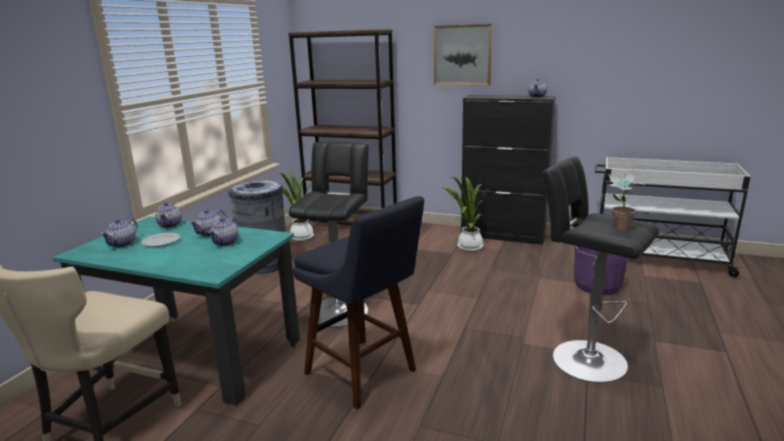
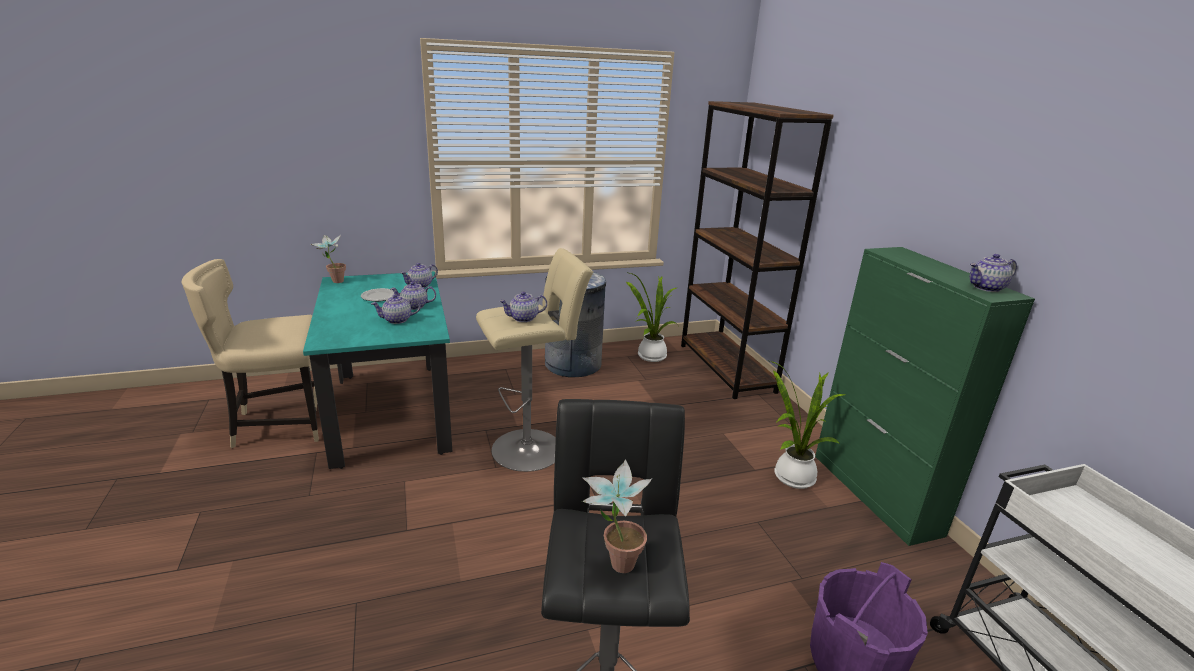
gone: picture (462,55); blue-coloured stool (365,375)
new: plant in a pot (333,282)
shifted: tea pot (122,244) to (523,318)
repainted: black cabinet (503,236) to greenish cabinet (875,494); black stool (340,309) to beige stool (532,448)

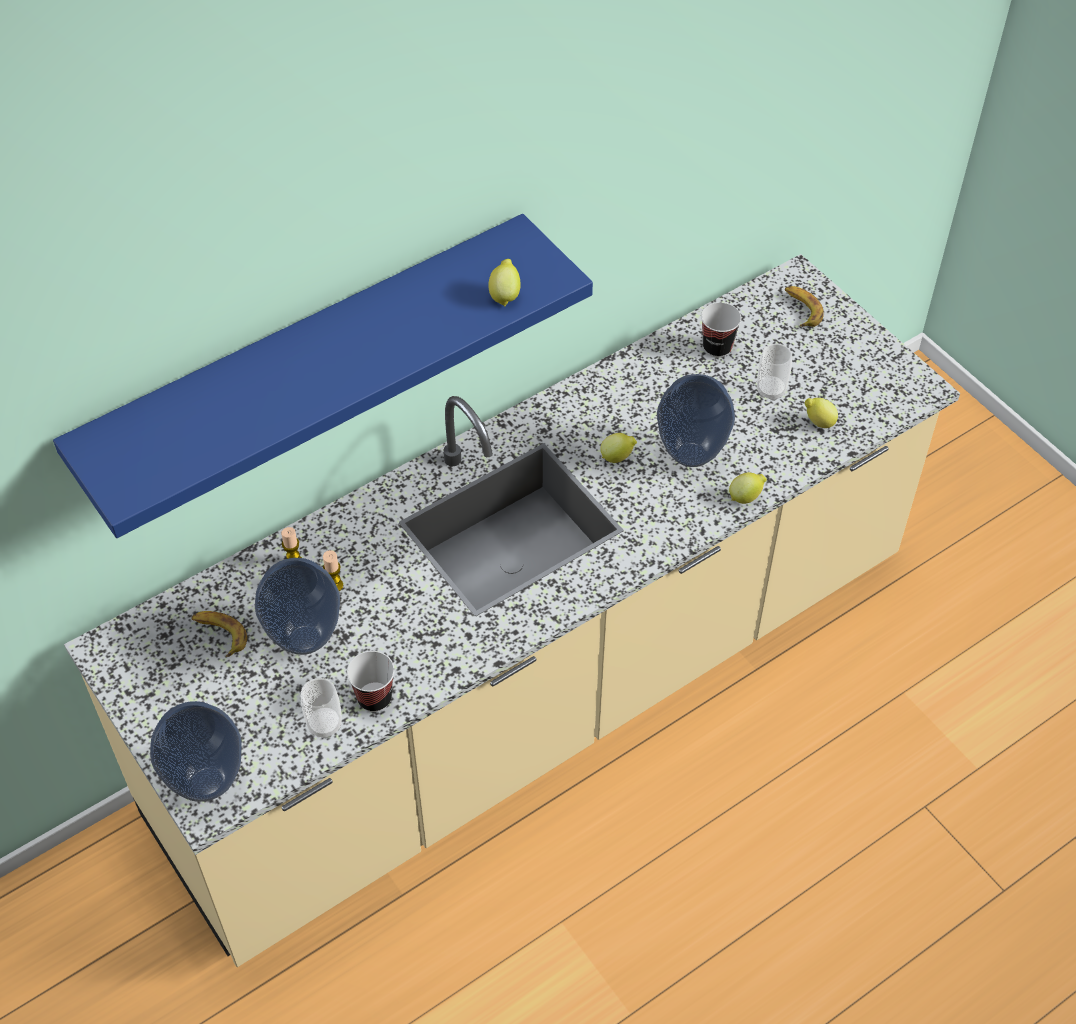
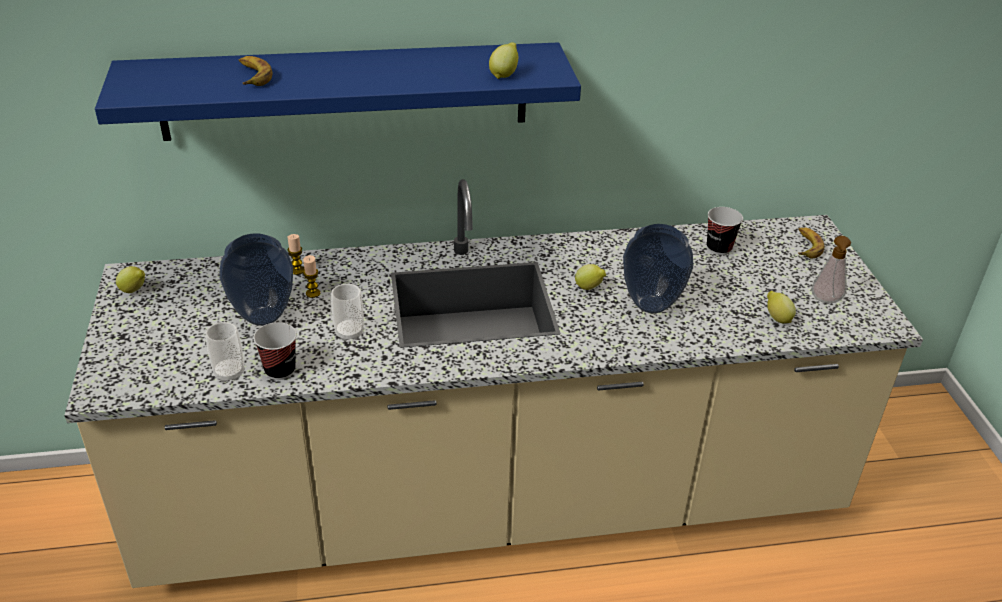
gone: flower vase (208,783)
new: soap bottle (825,301)
shifted: small cup (771,390) to (349,333); citrus fruit (746,497) to (134,290); banana fruit (219,634) to (252,76)

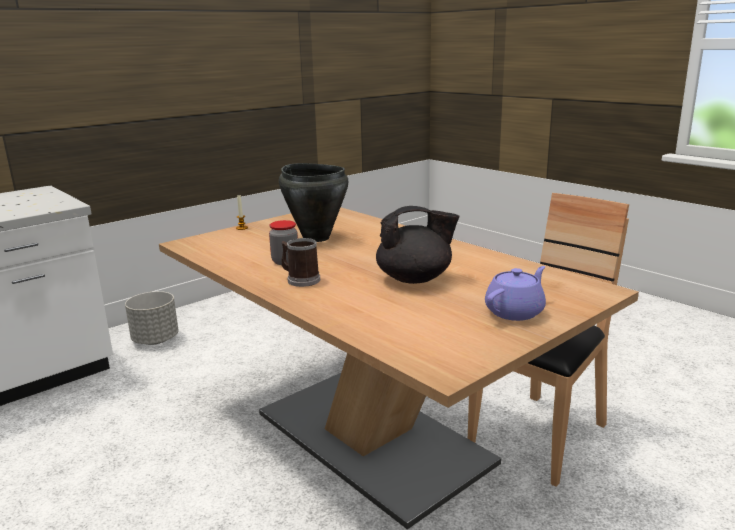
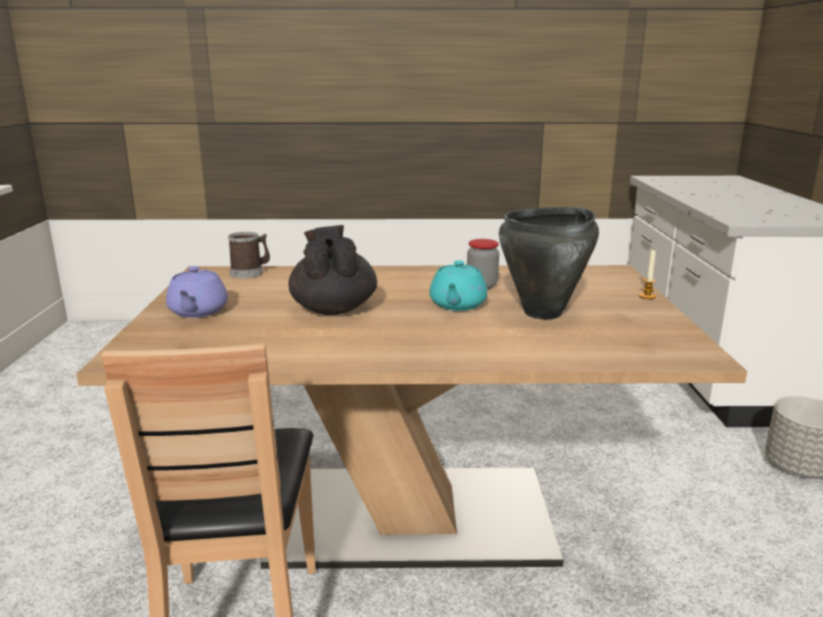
new: blue-green tea pot (457,305)
shifted: mug (300,280) to (250,273)
rotated: black tea pot (415,279) = (333,309) 135 degrees clockwise

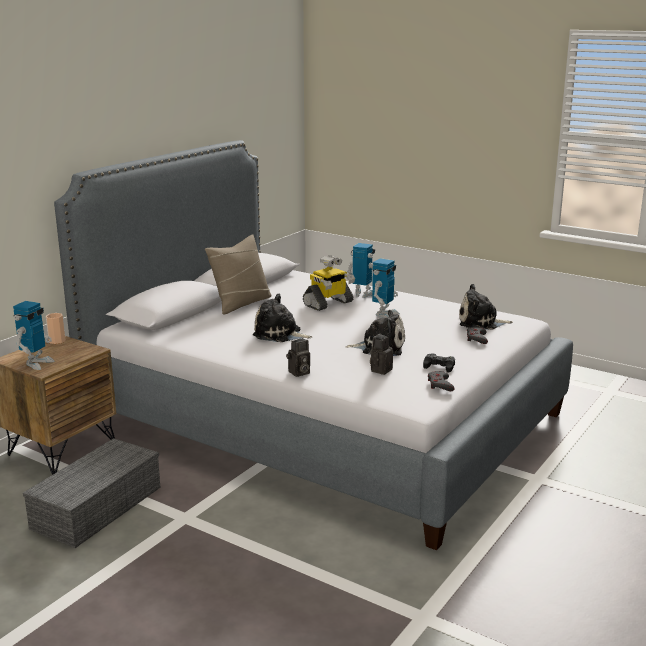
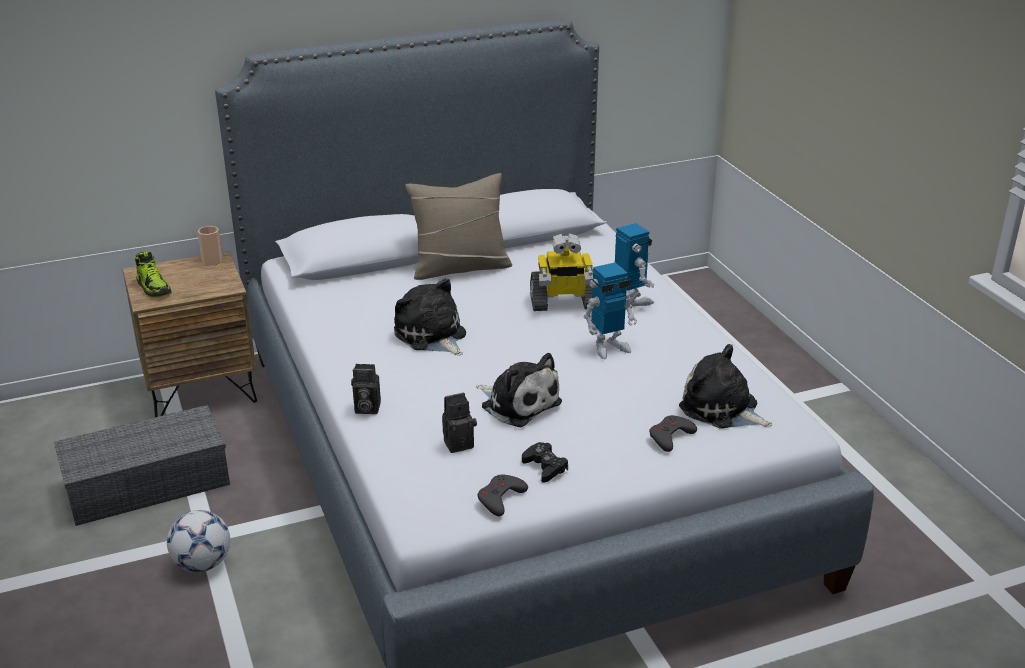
new: ball for football (202,564)
swapped: model robot (36,363) to shoe (154,288)

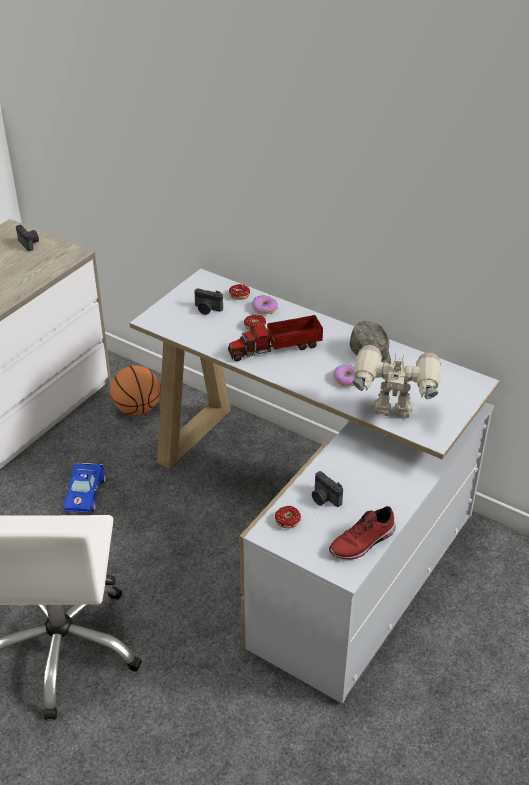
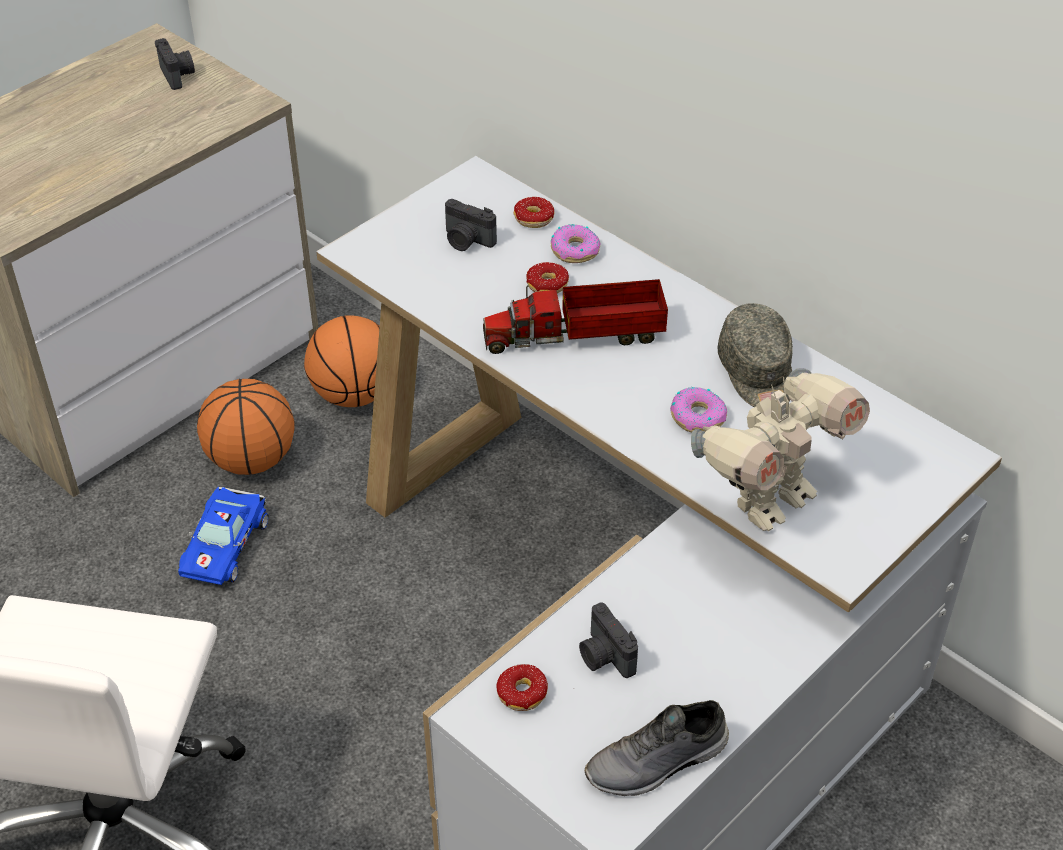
new: basketball ball (252,460)
repainted: reddish shoe (363,543) to greyish shoe (658,763)
rotated: model robot (392,412) = (770,500) 120 degrees clockwise

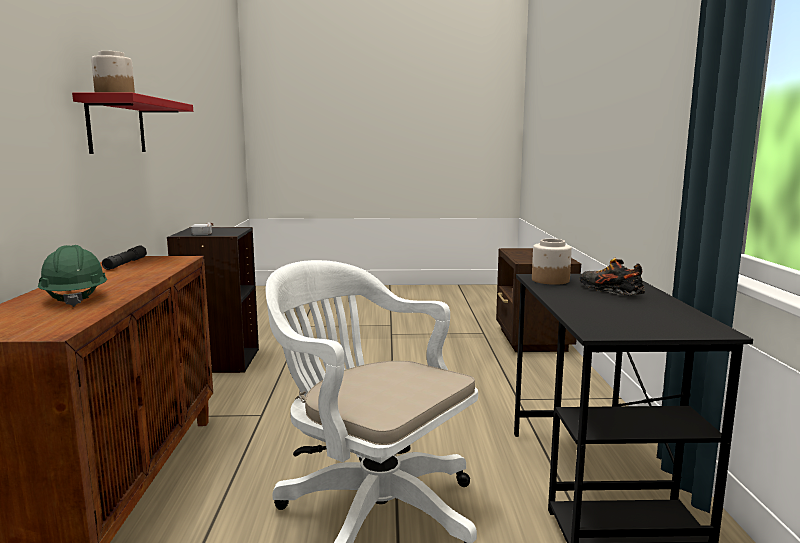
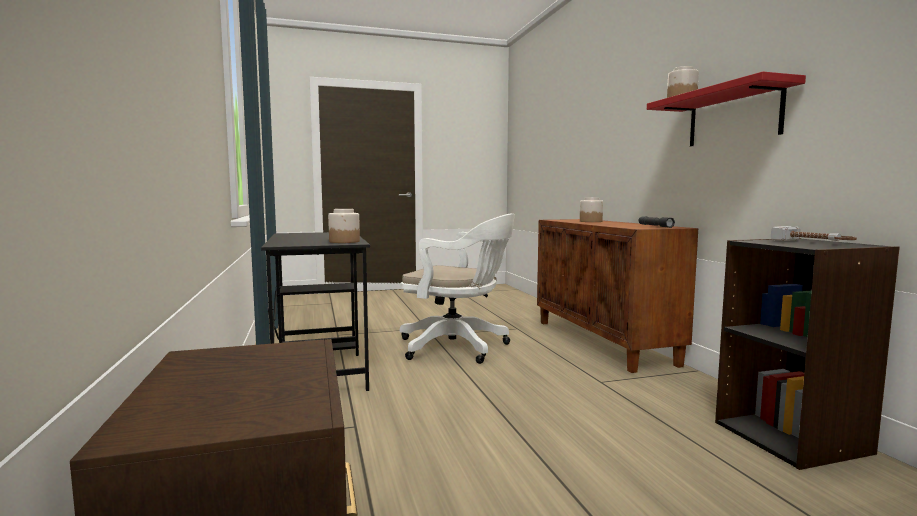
gone: shoe (610,291)
swapped: greenish safety helmet (75,298) to storage jar (590,221)

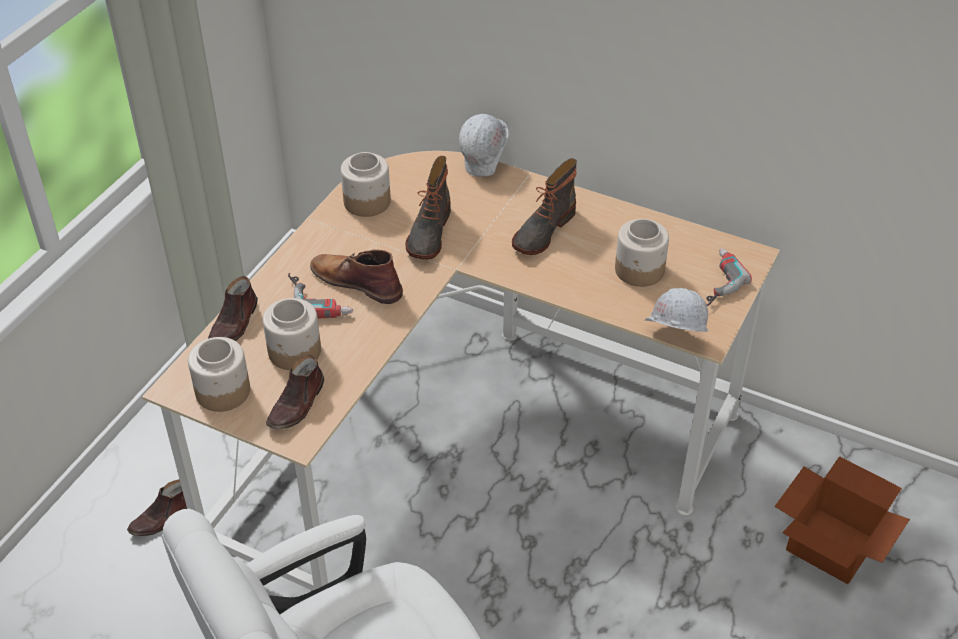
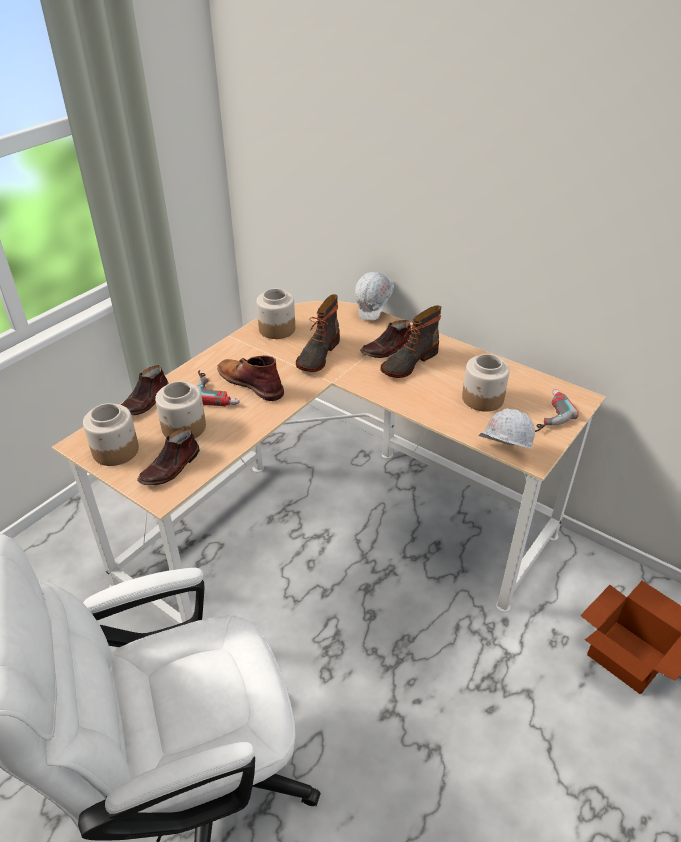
shifted: brown shoe (163,517) to (387,349)

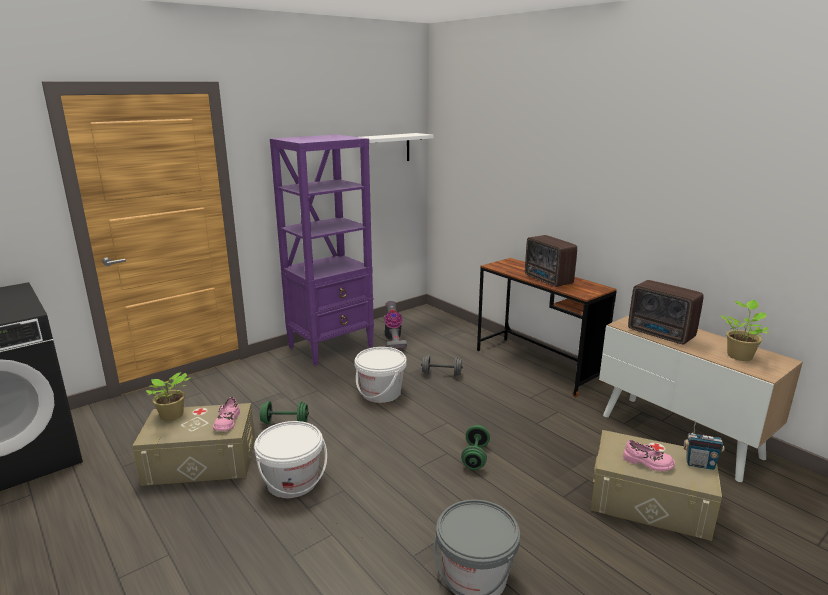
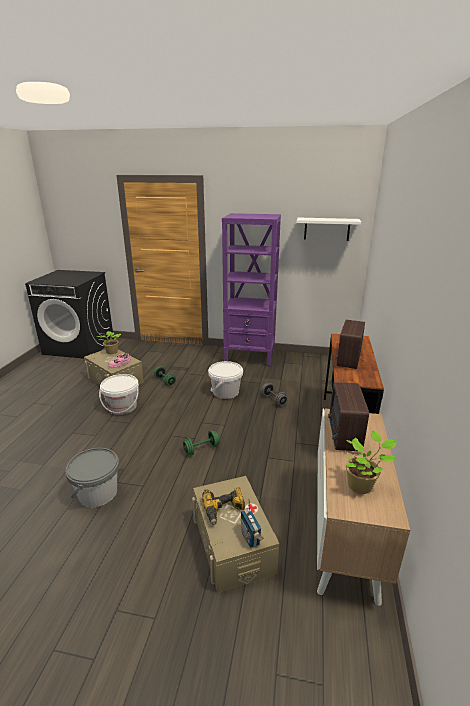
gone: vacuum cleaner (393,340)
swapped: pinkish shoe (648,463) to power drill (224,510)

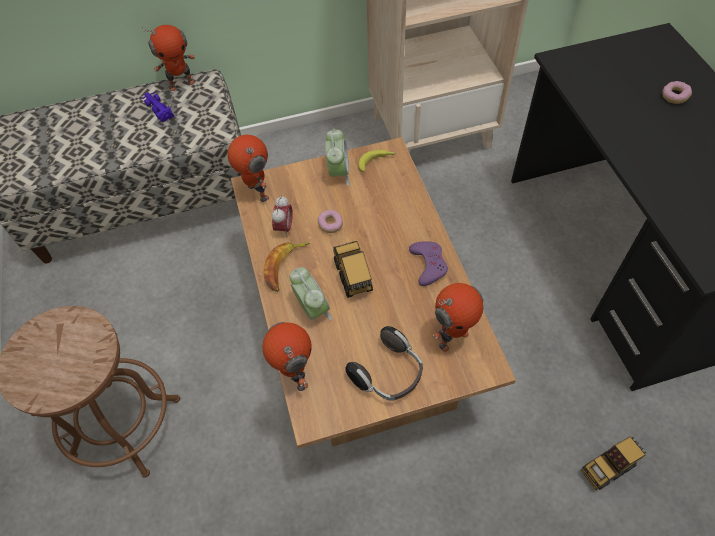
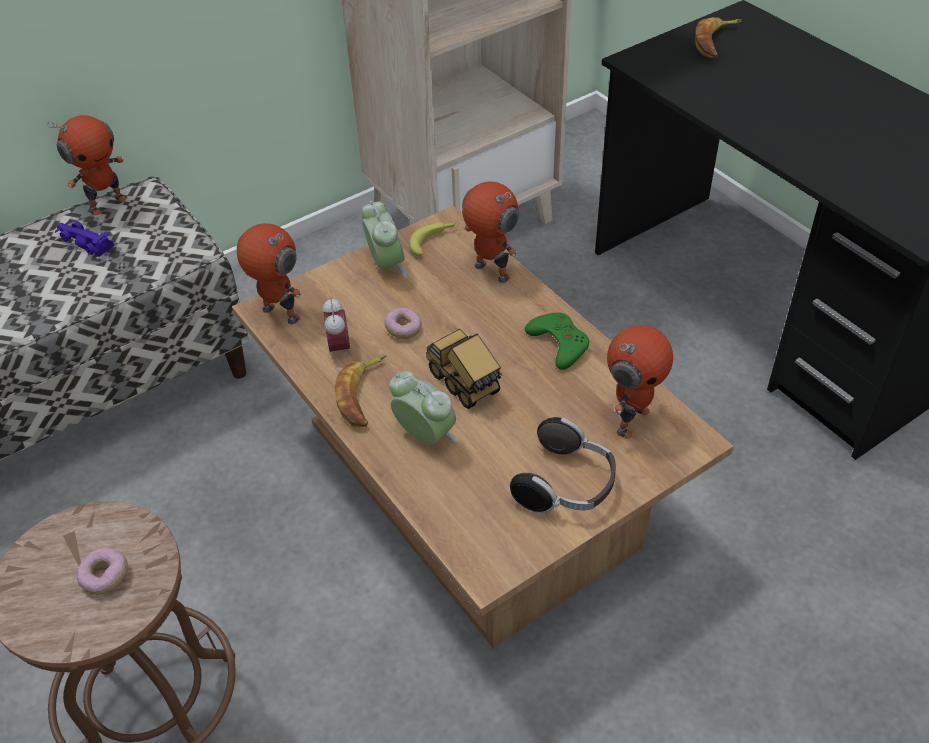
gone: model truck (608,467)
new: banana fruit (716,42)
shifted: doughnut (674,97) to (105,577); model robot (294,376) to (490,272)
repainted: purplish game controller (428,265) to greenish game controller (559,343)

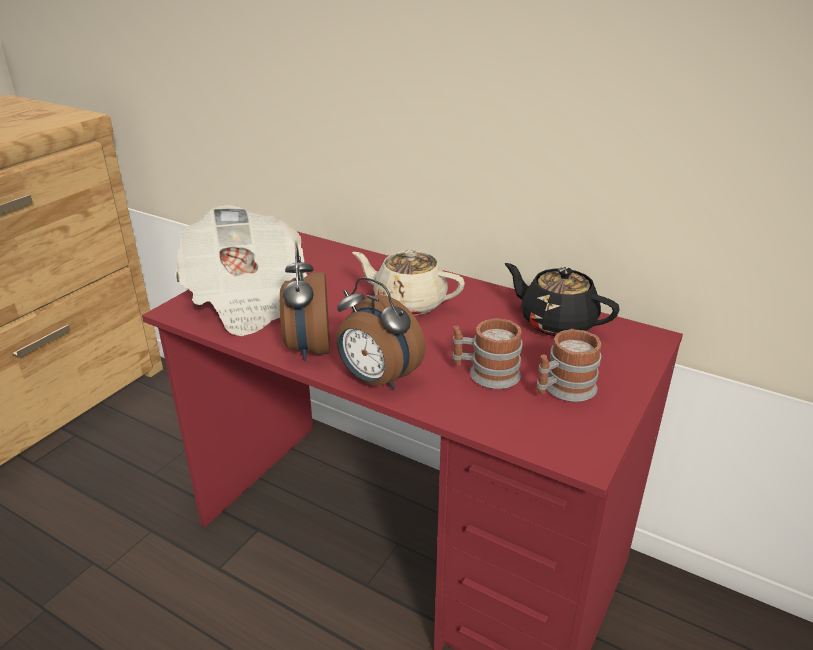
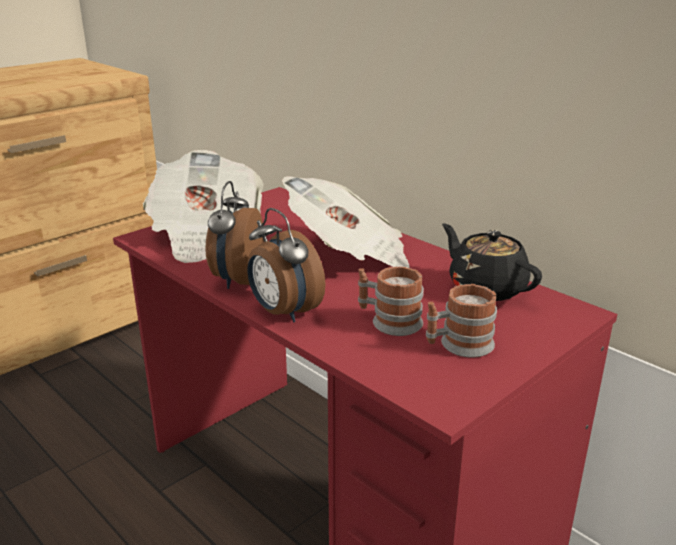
swapped: beige tea pot (408,302) to daily paper (349,254)

